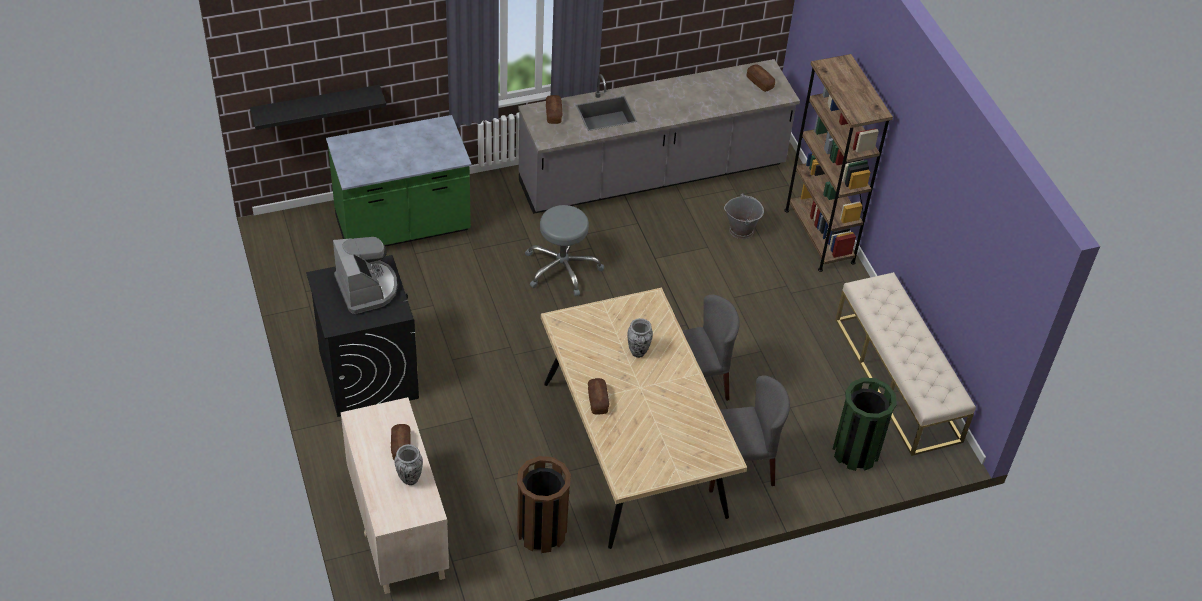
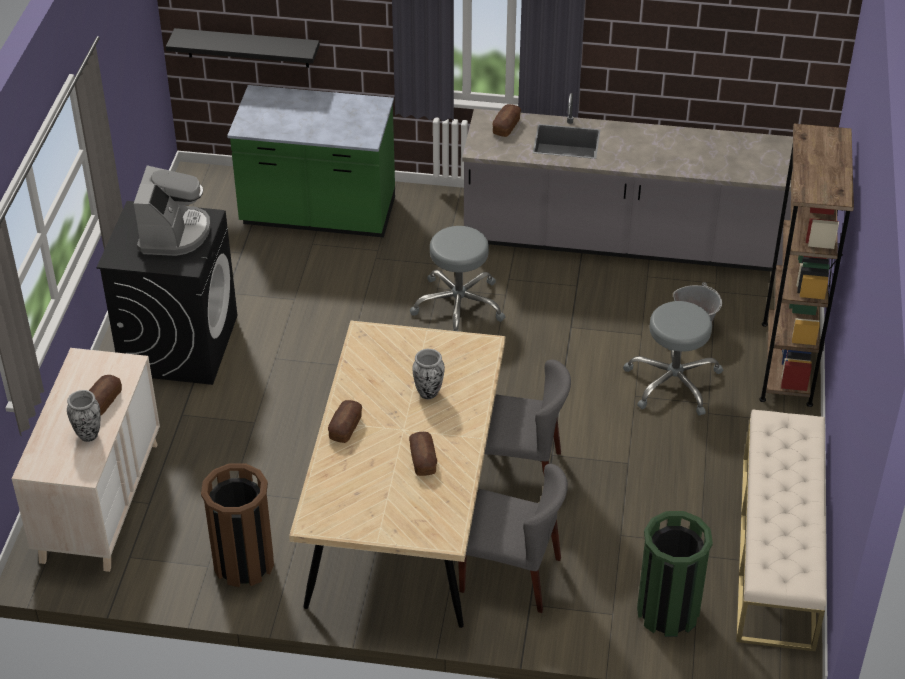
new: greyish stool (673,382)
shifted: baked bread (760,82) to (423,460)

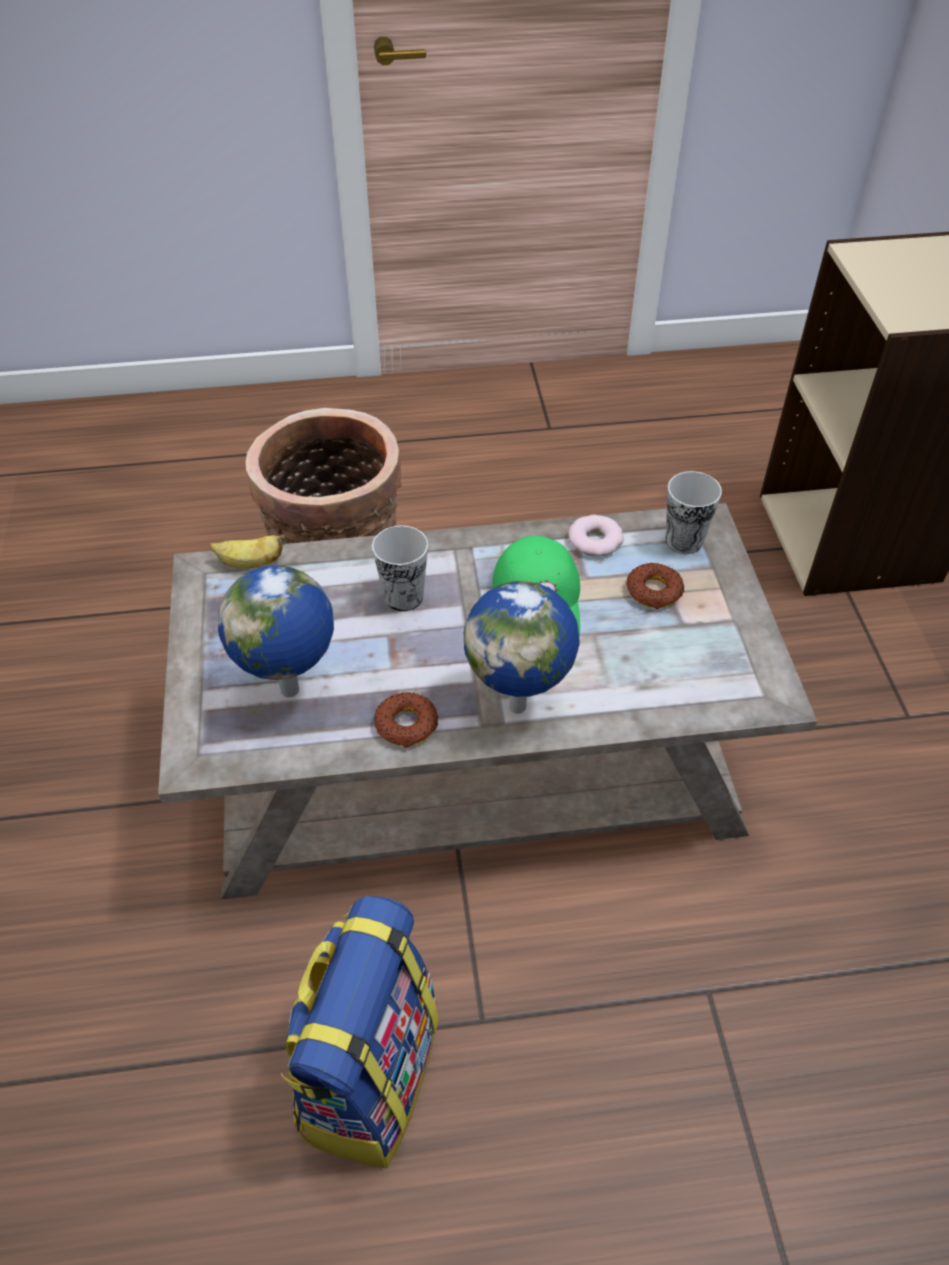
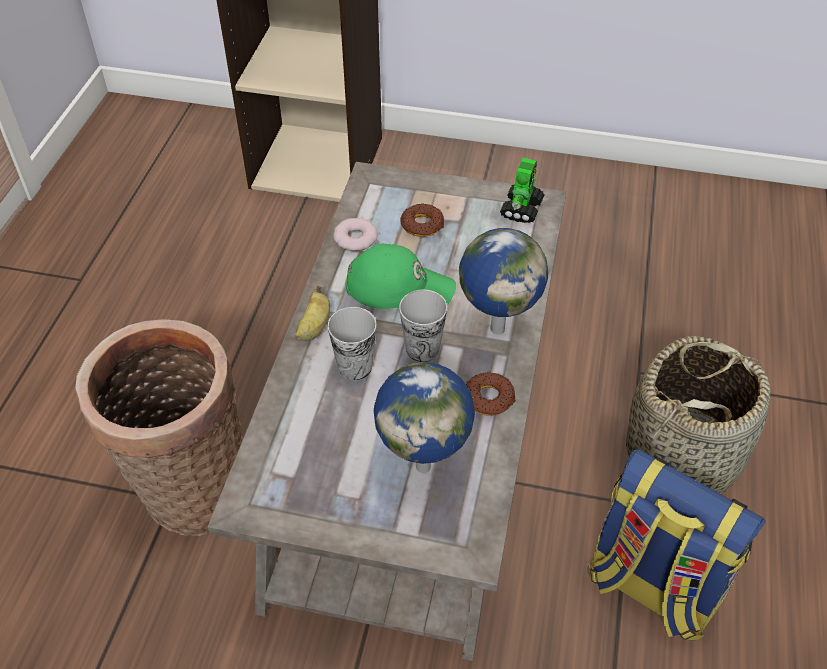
new: model robot (522,208); basket (683,455)
shifted: small cup (684,541) to (422,349); banana fruit (250,563) to (314,327)

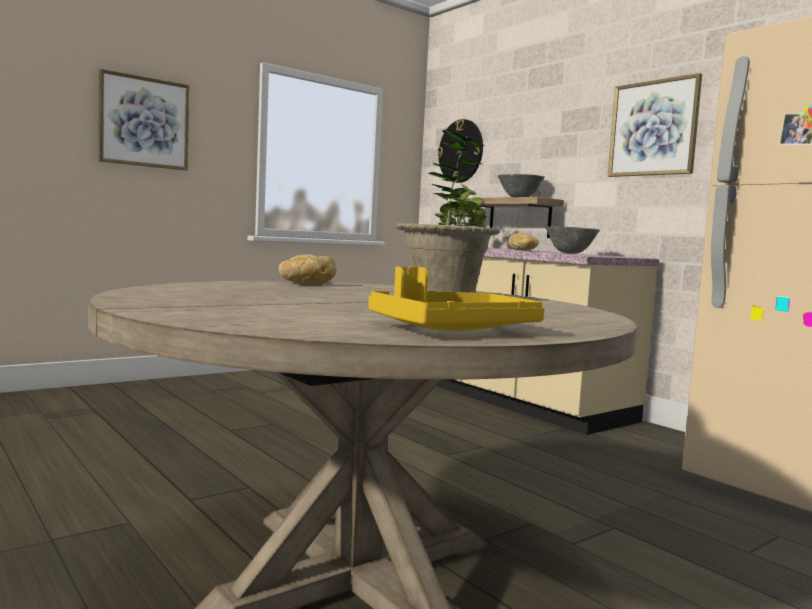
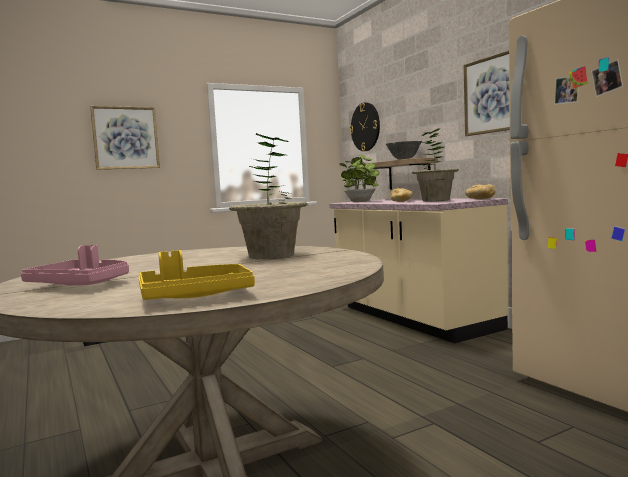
new: pinkish tray (81,284)
shifted: baked bread (305,284) to (479,199)
swapped: greyish bowl (569,253) to plant in a pot (436,200)

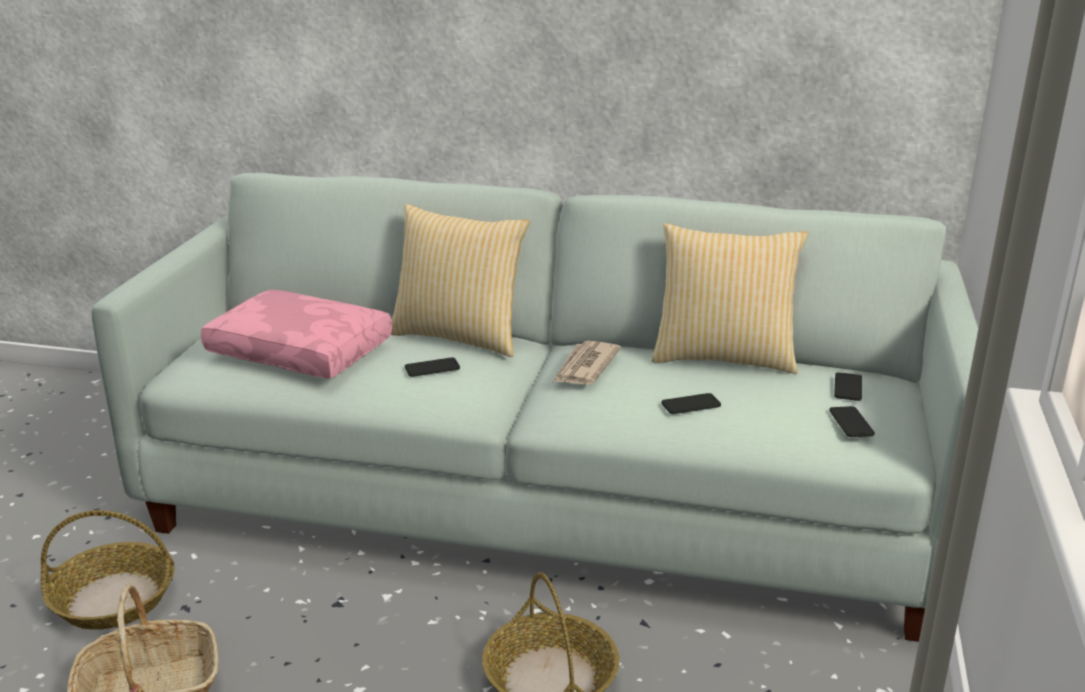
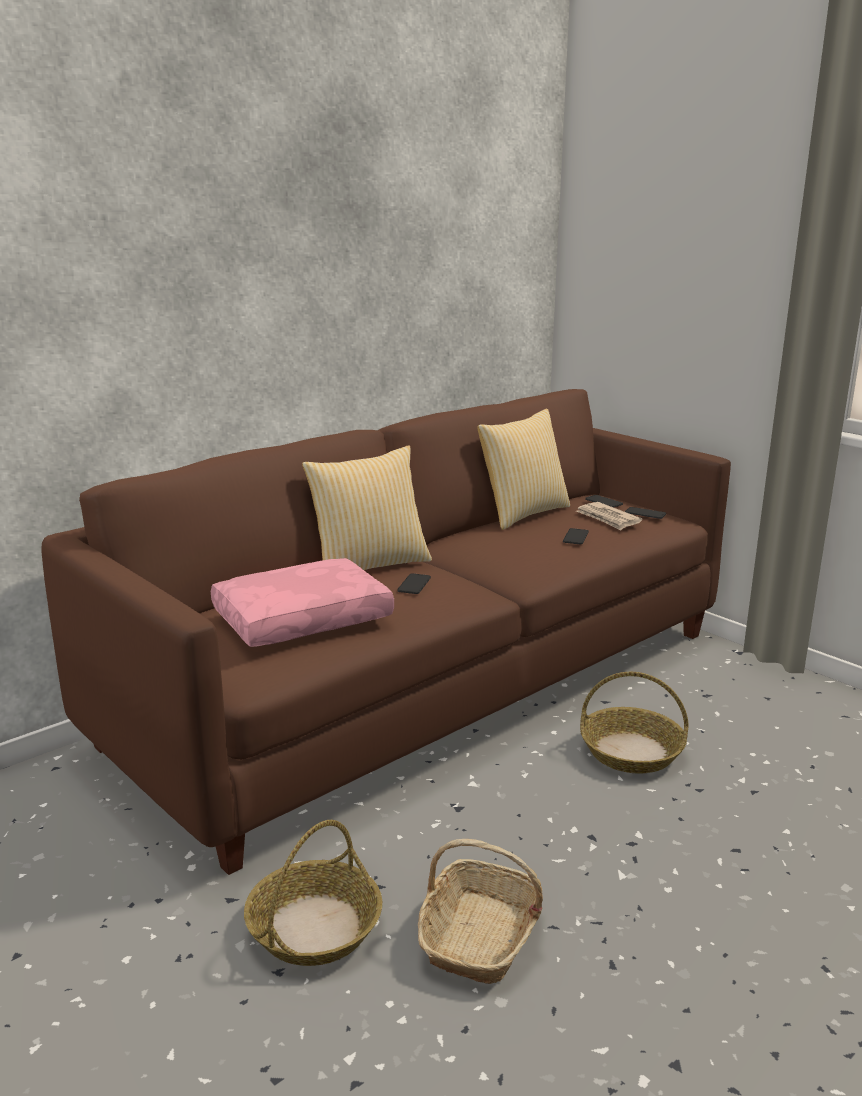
shifted: daily paper (585,367) to (608,519)
repainted: white-coloured couch (543,501) to brown couch (429,685)

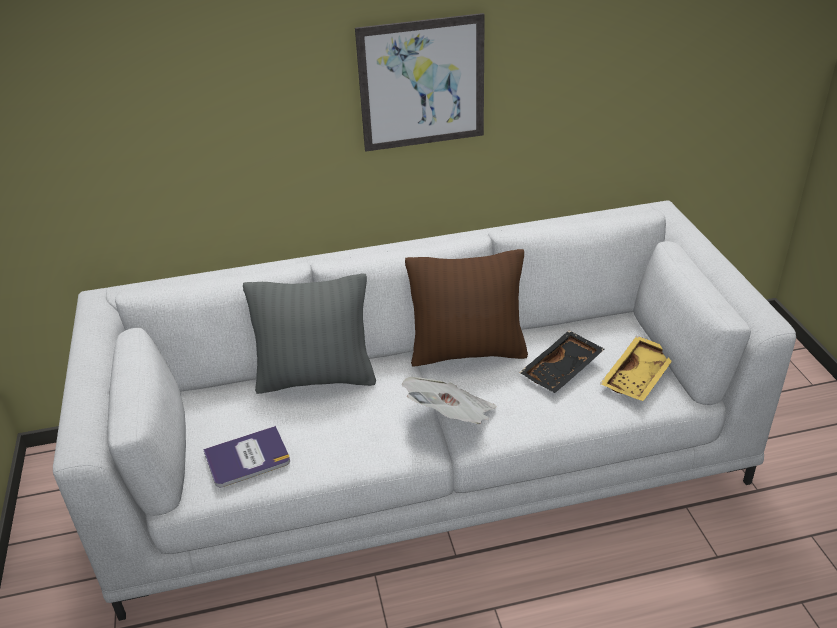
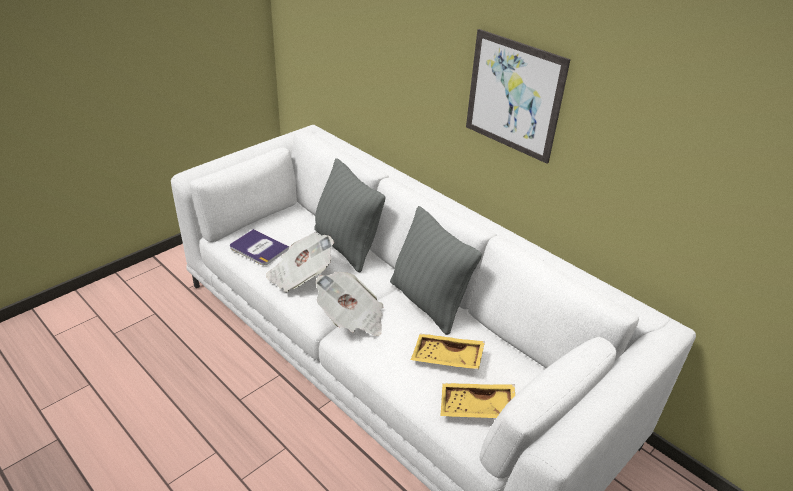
new: daily paper (300,275)
repainted: brown cushion (467,352) to greyish cushion (428,303); black tray (562,370) to yellow tray (446,359)

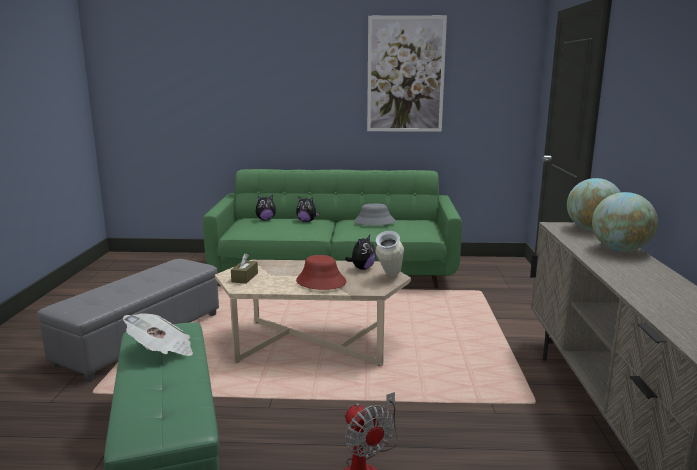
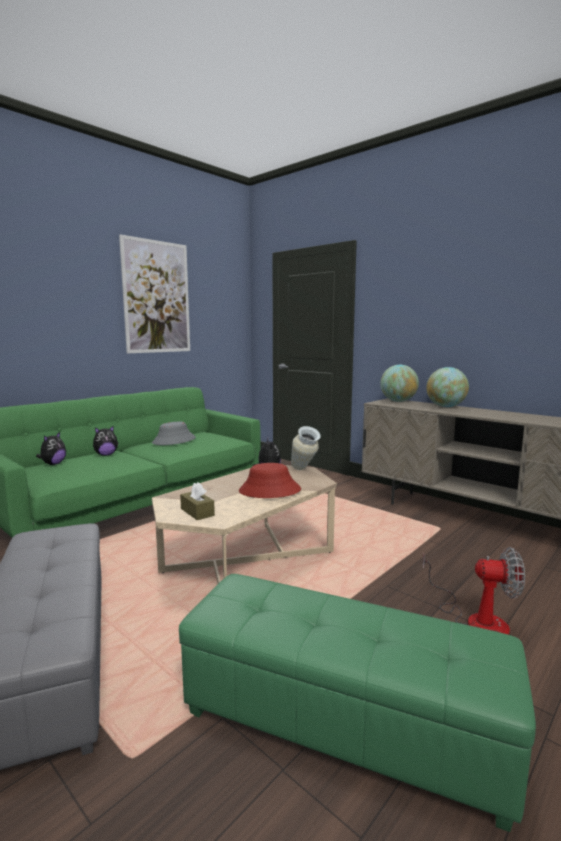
gone: daily paper (162,351)

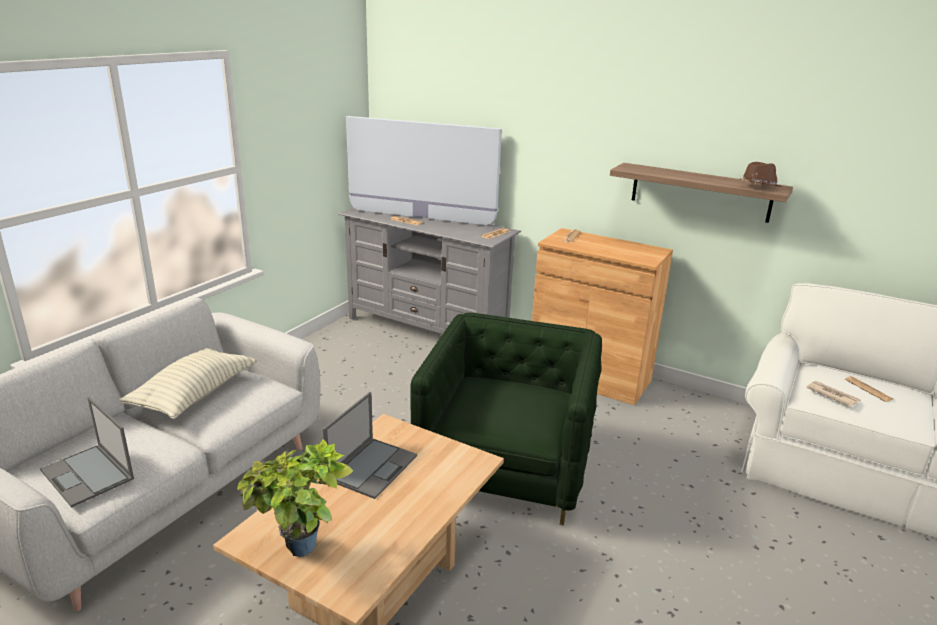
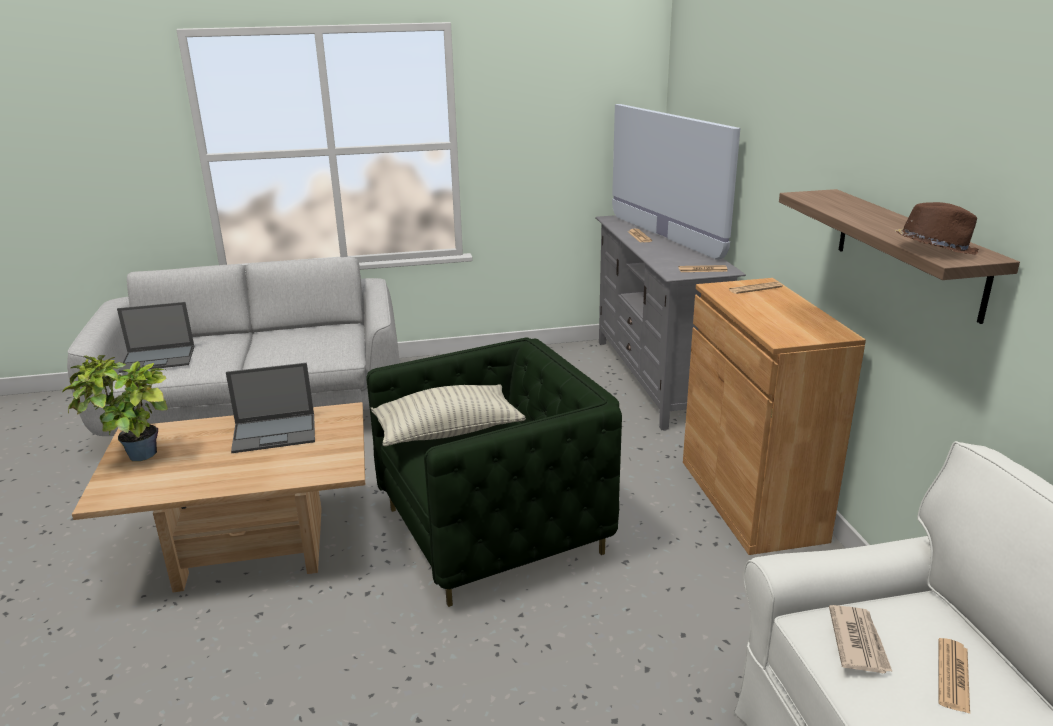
shifted: cushion (194,395) to (447,431)
rotated: notebook computer (88,475) = (159,359) 105 degrees counterclockwise

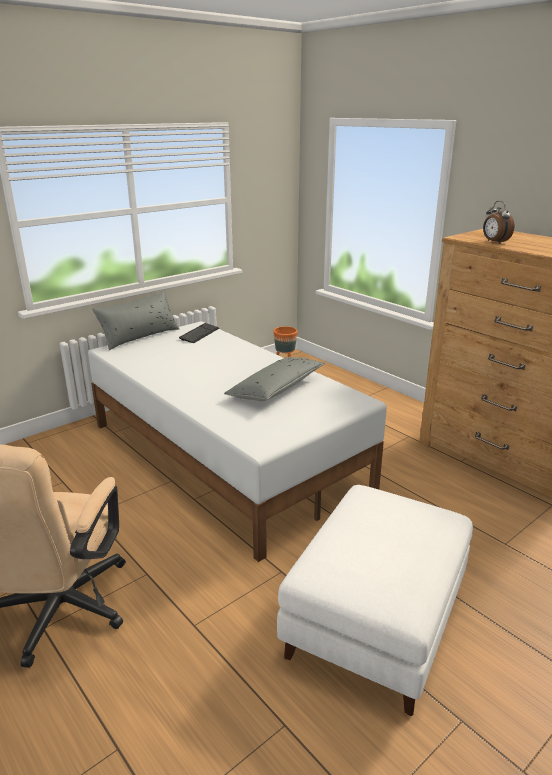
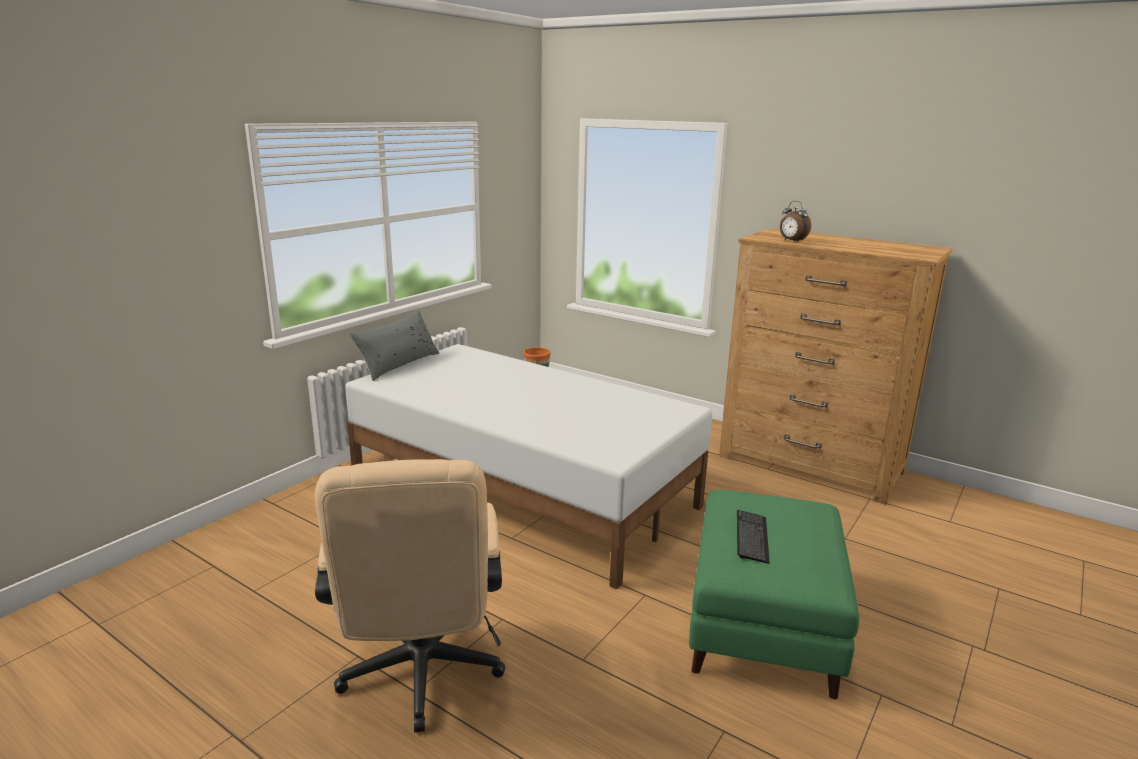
gone: greyish cushion (276,389)
shifted: PC keyboard (199,334) to (752,537)
repainted: white-coloured pouffe (375,621) to greenish pouffe (761,625)

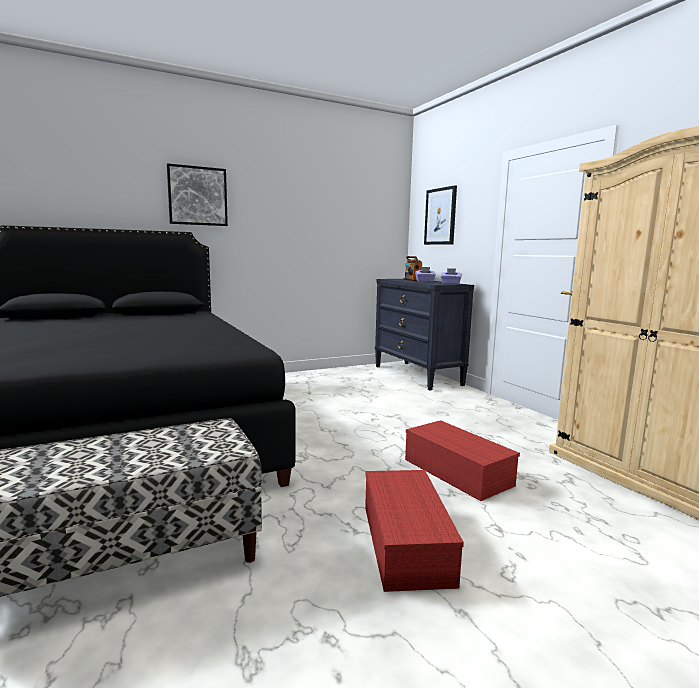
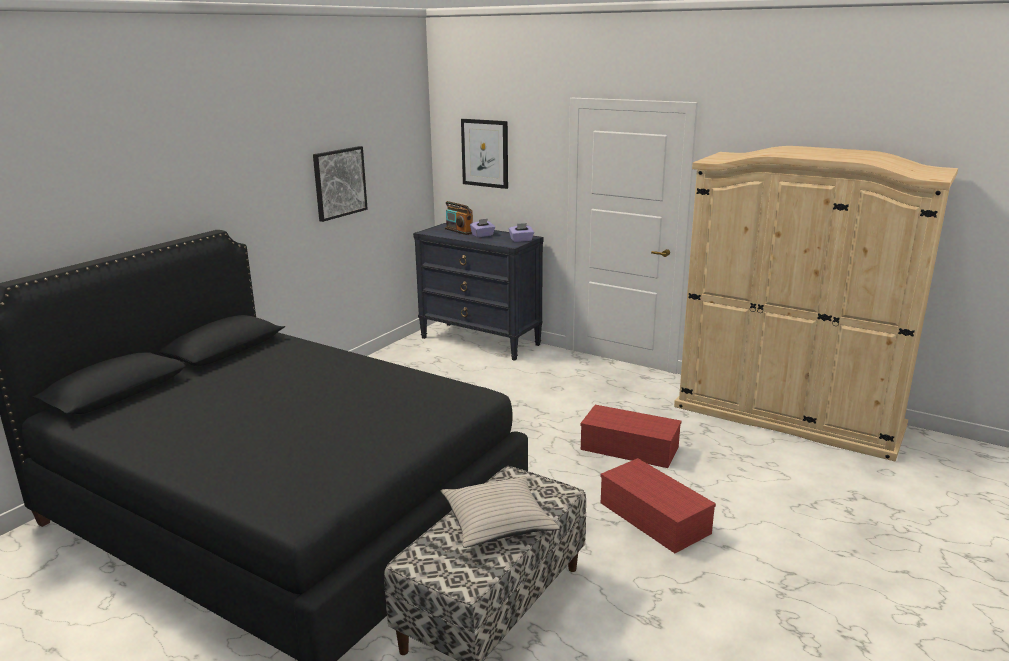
new: beige cushion (497,521)
shifted: picture (197,196) to (339,183)

